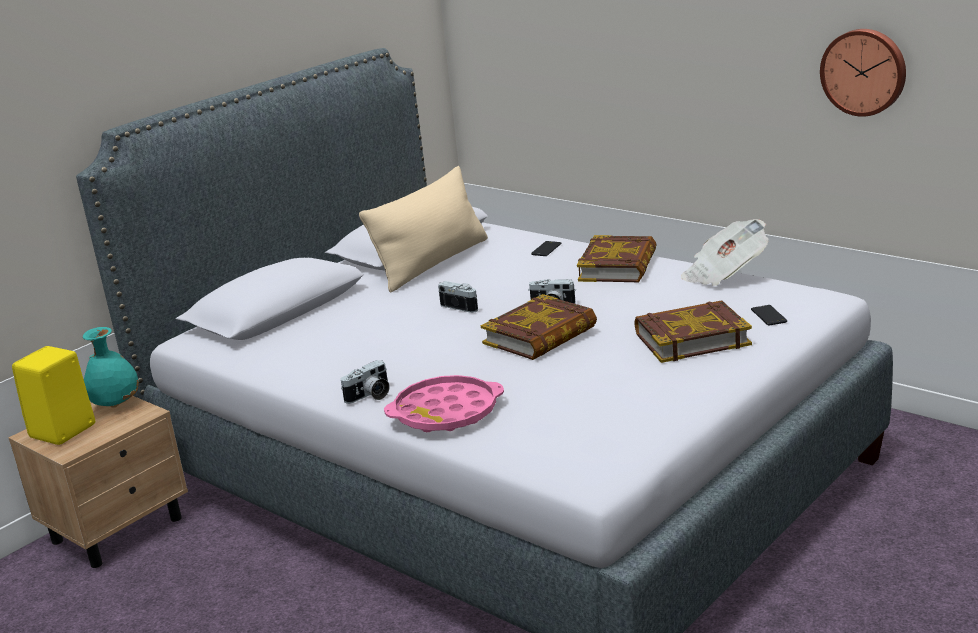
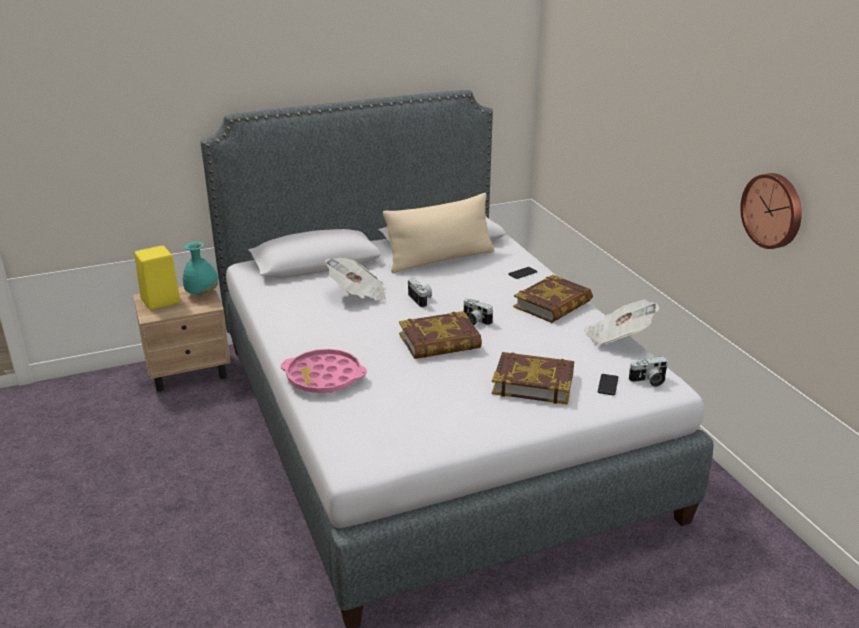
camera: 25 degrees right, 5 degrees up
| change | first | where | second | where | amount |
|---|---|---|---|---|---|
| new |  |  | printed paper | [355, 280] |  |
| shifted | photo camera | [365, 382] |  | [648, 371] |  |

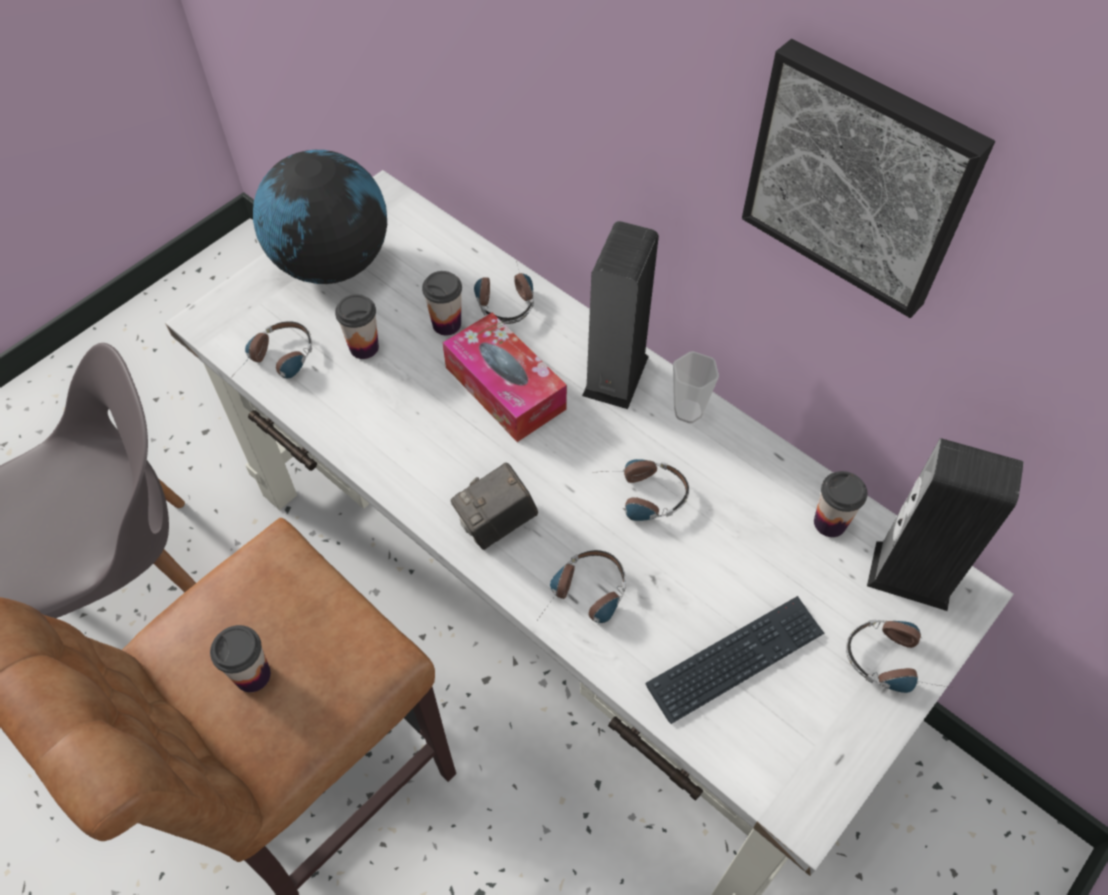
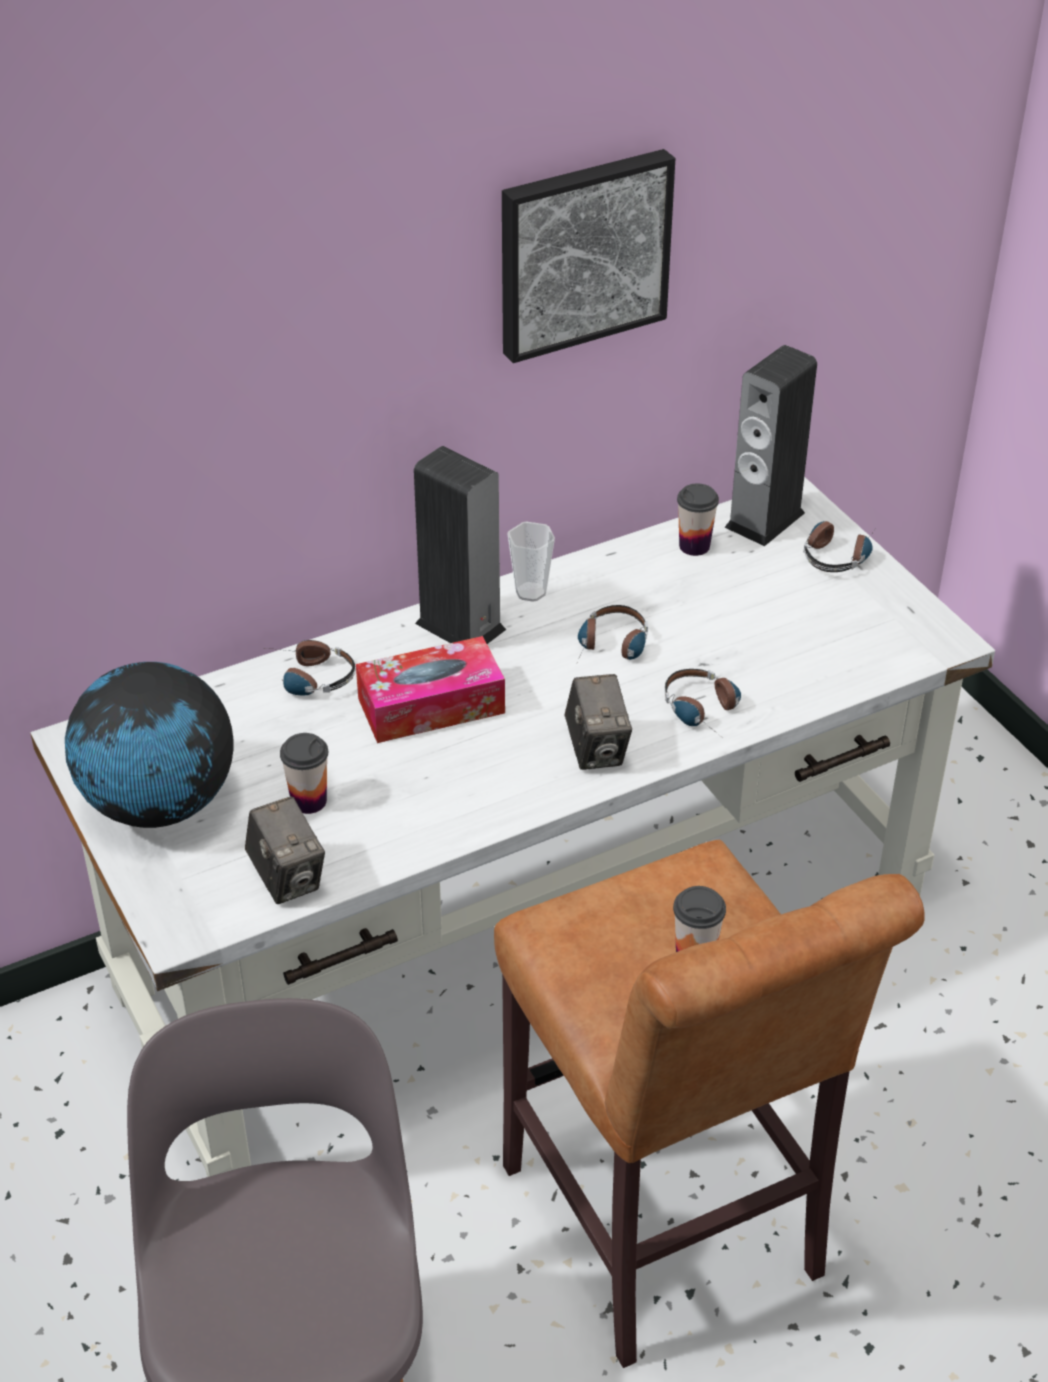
camera: 70 degrees left, 15 degrees down
| change | first | where | second | where | amount |
|---|---|---|---|---|---|
| swapped | headphones | [273, 349] | photo camera | [285, 850] |  |
| gone | drinking cup | [442, 303] |  |  |  |
| gone | computer keyboard | [735, 660] |  |  |  |

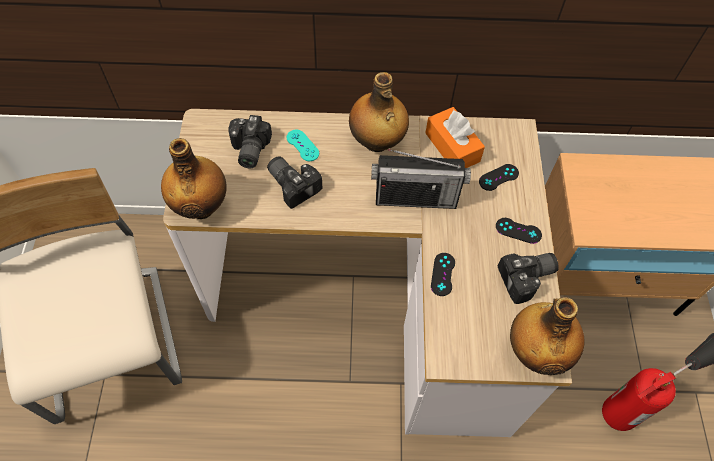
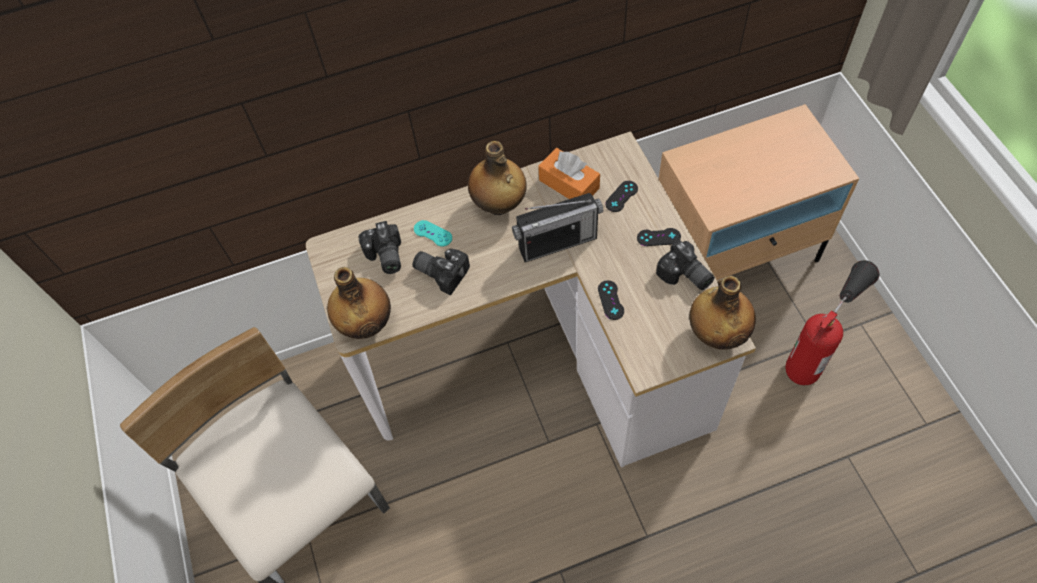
camera: 15 degrees left, 0 degrees up
| change | first | where | second | where | amount |
|---|---|---|---|---|---|
| rotated | photo camera | [528, 278] |  | [685, 265] | 90 degrees clockwise |

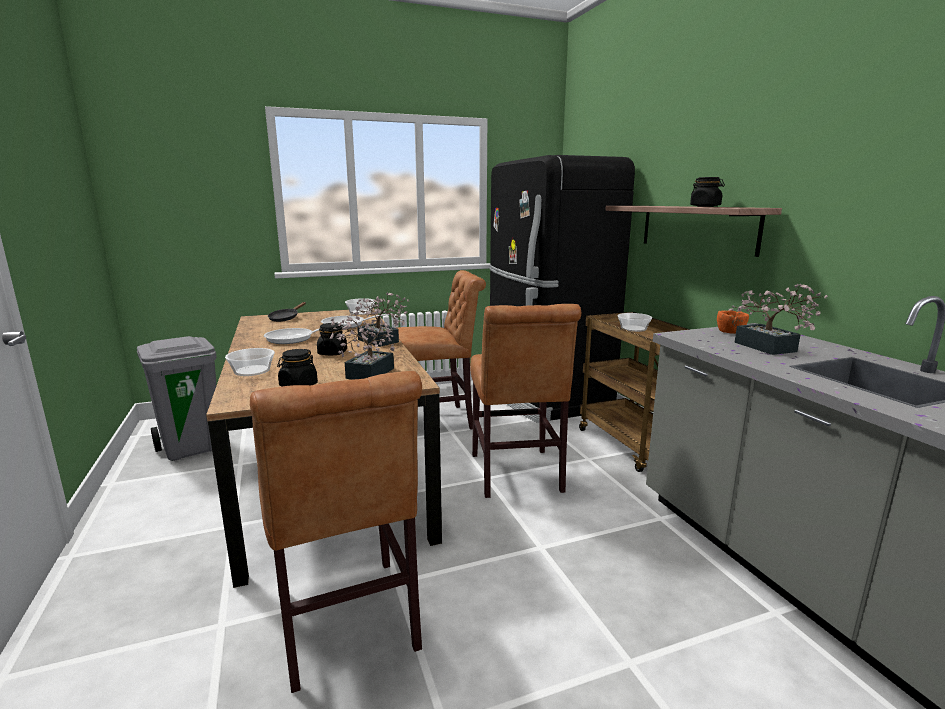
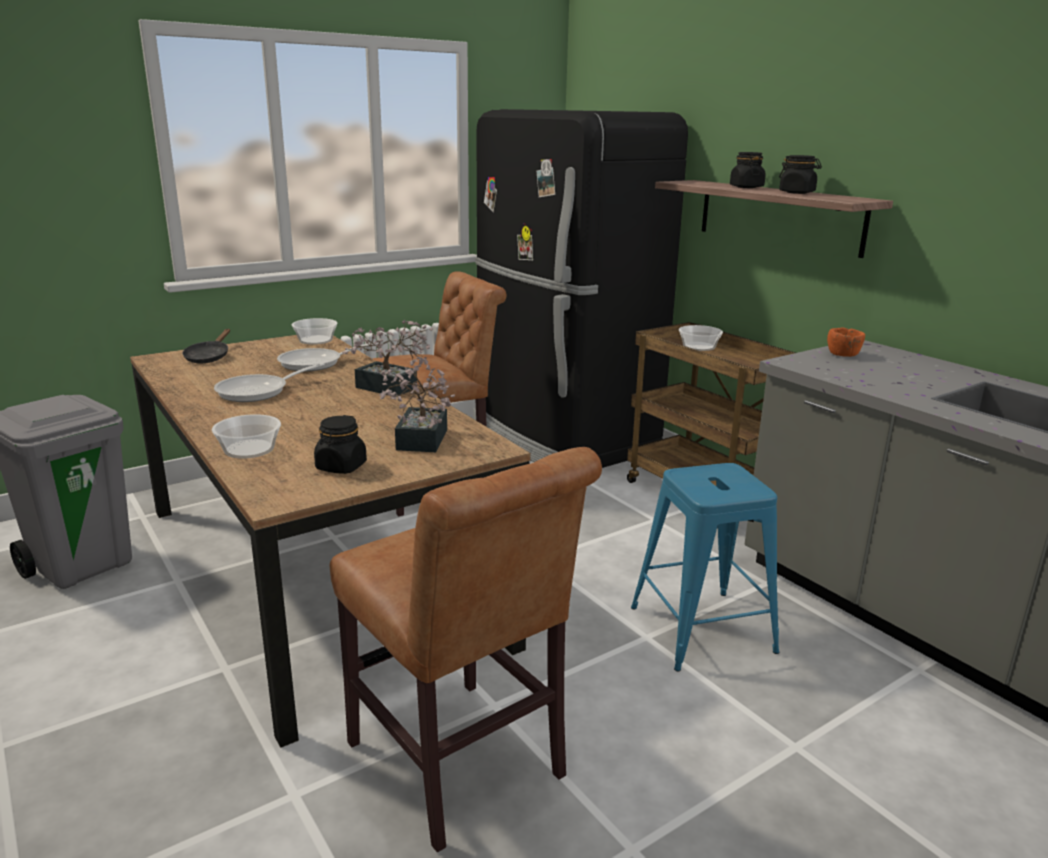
camera: 15 degrees left, 5 degrees up
| change | first | where | second | where | amount |
|---|---|---|---|---|---|
| new |  |  | blue stool | [705, 567] |  |
| shifted | blackish jar | [332, 339] |  | [748, 170] |  |
| gone | brown-coloured upright chair | [525, 401] |  |  |  |
| gone | plant in a pot | [778, 319] |  |  |  |

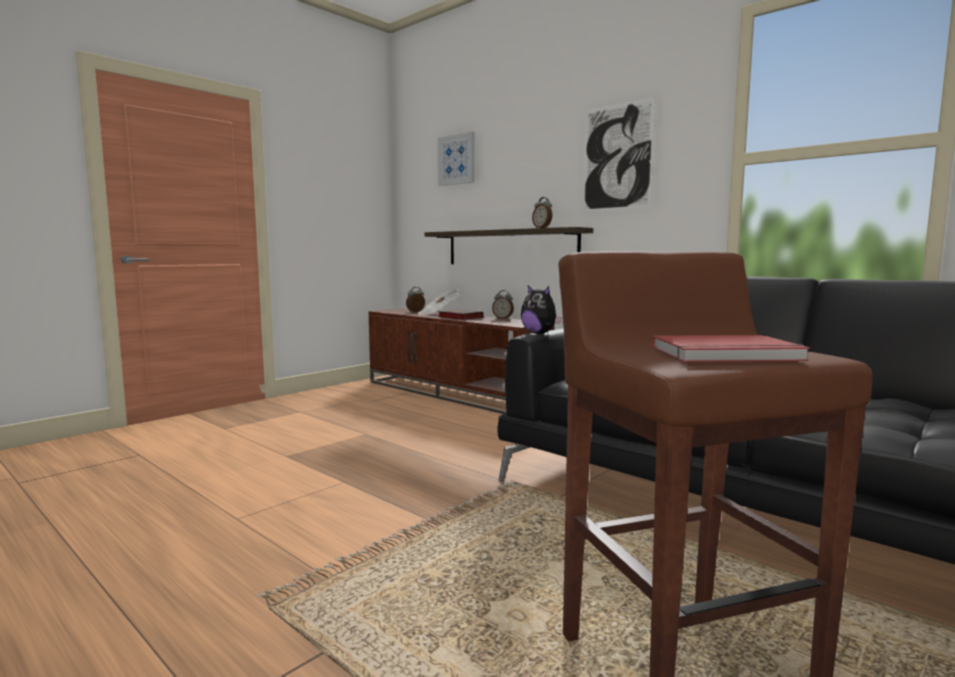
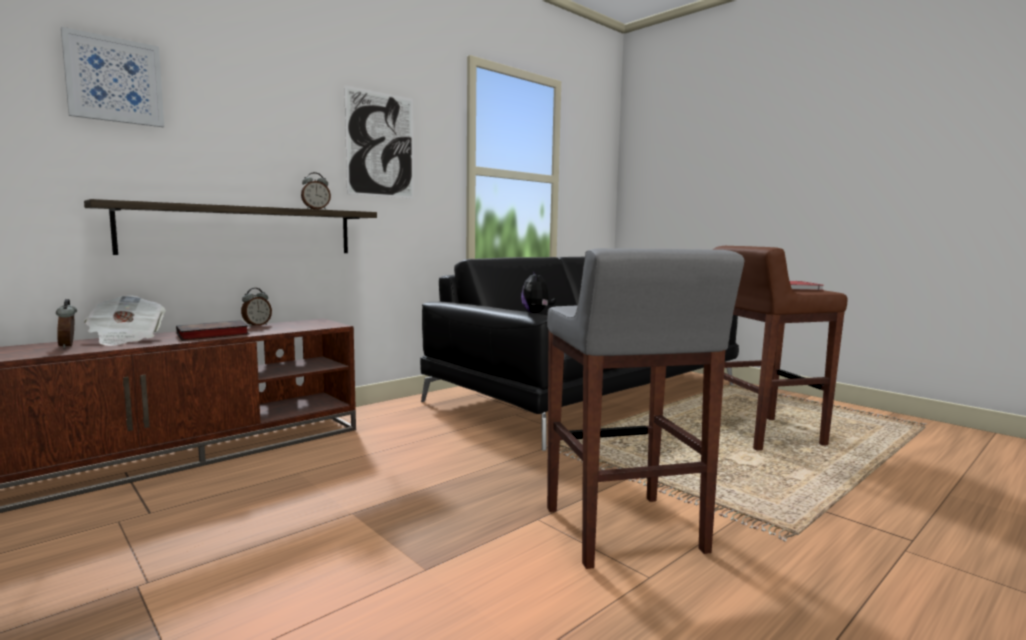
camera: 85 degrees left, 0 degrees up
| change | first | where | second | where | amount |
|---|---|---|---|---|---|
| rotated | soft toy | [542, 309] |  | [538, 292] | 120 degrees clockwise |
| new |  |  | gray stool | [645, 408] |  |

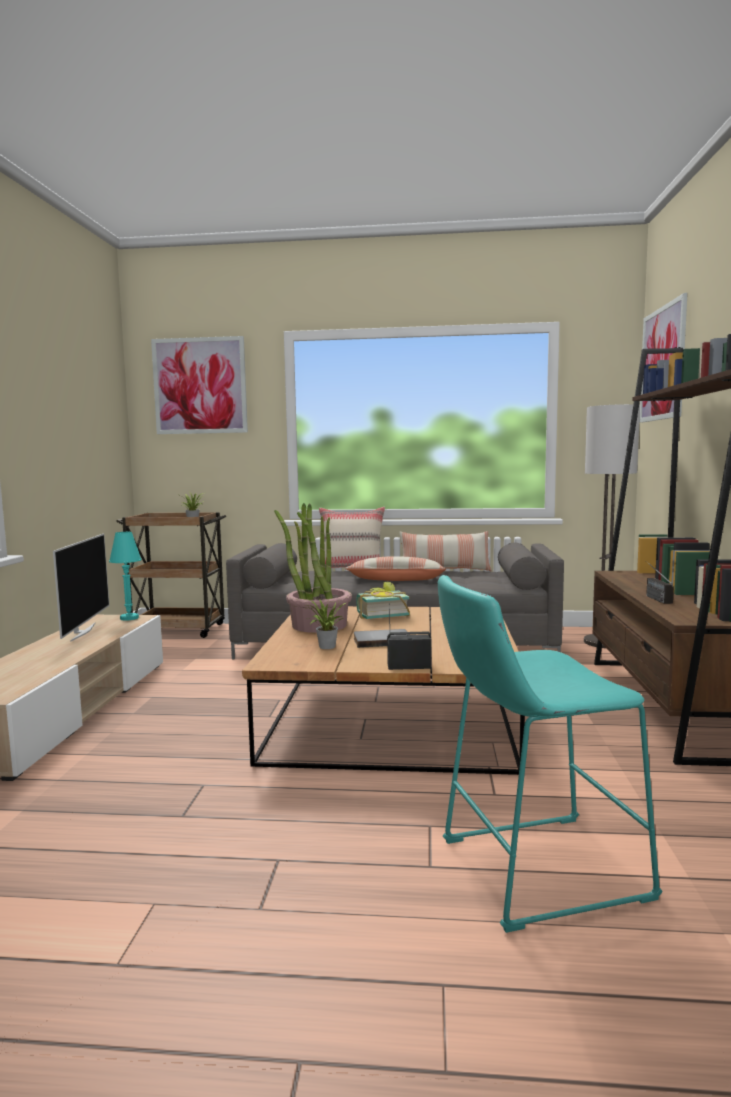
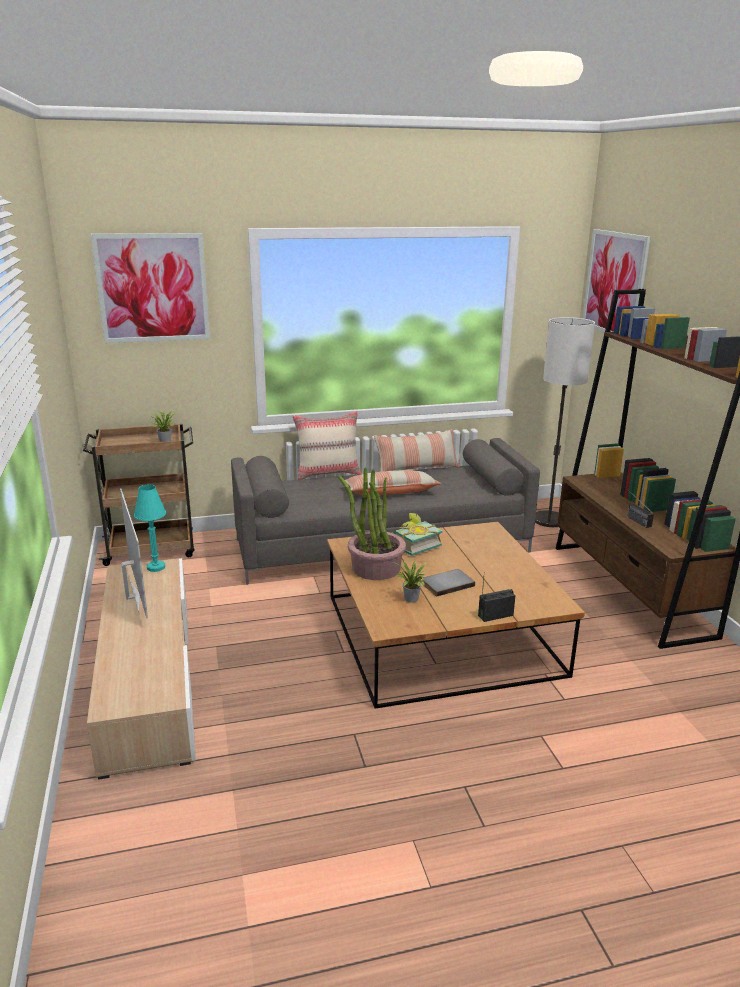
camera: 20 degrees left, 15 degrees up
| change | first | where | second | where | amount |
|---|---|---|---|---|---|
| gone | turquoise stool | [550, 754] |  |  |  |

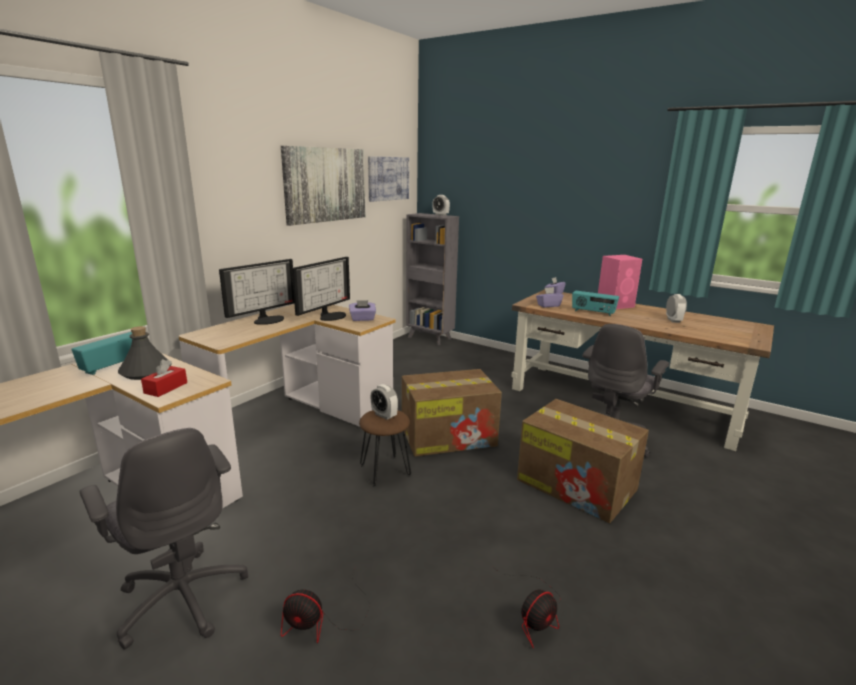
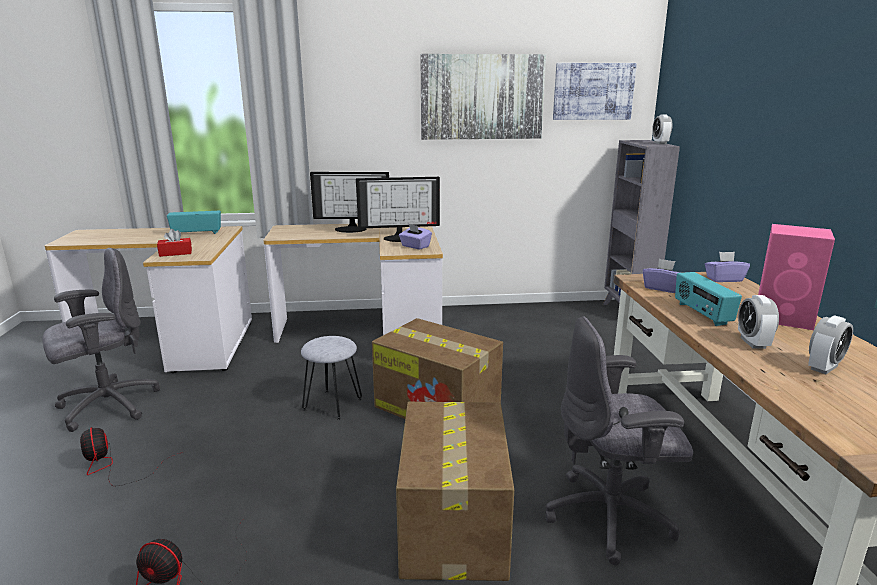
camera: 50 degrees right, 0 degrees up
| change | first | where | second | where | amount |
|---|---|---|---|---|---|
| rotated | gray desk chair | [164, 539] |  | [101, 340] | 135 degrees counterclockwise |
| repainted | brown-coloured stool | [385, 448] | gray stool | [331, 378] |  |
| shifted | table clock | [384, 402] |  | [758, 322] |  |
| gone | gray bottle | [145, 353] |  |  |  |

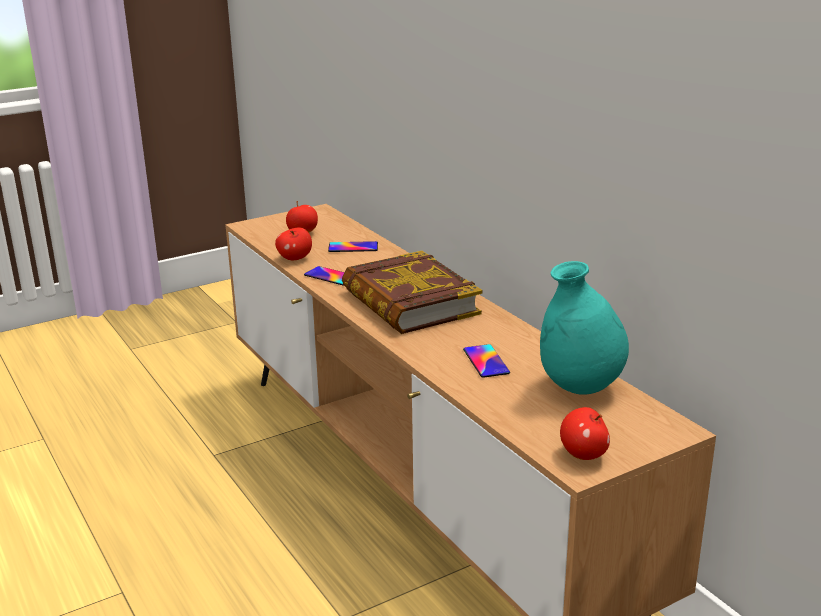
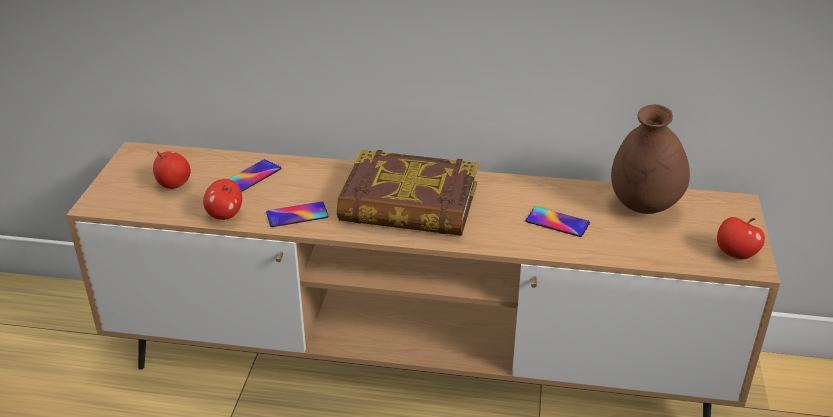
camera: 50 degrees left, 10 degrees up
| change | first | where | second | where | amount |
|---|---|---|---|---|---|
| repainted | turquoise vase | [584, 327] | brown-coloured vase | [650, 159] |  |

